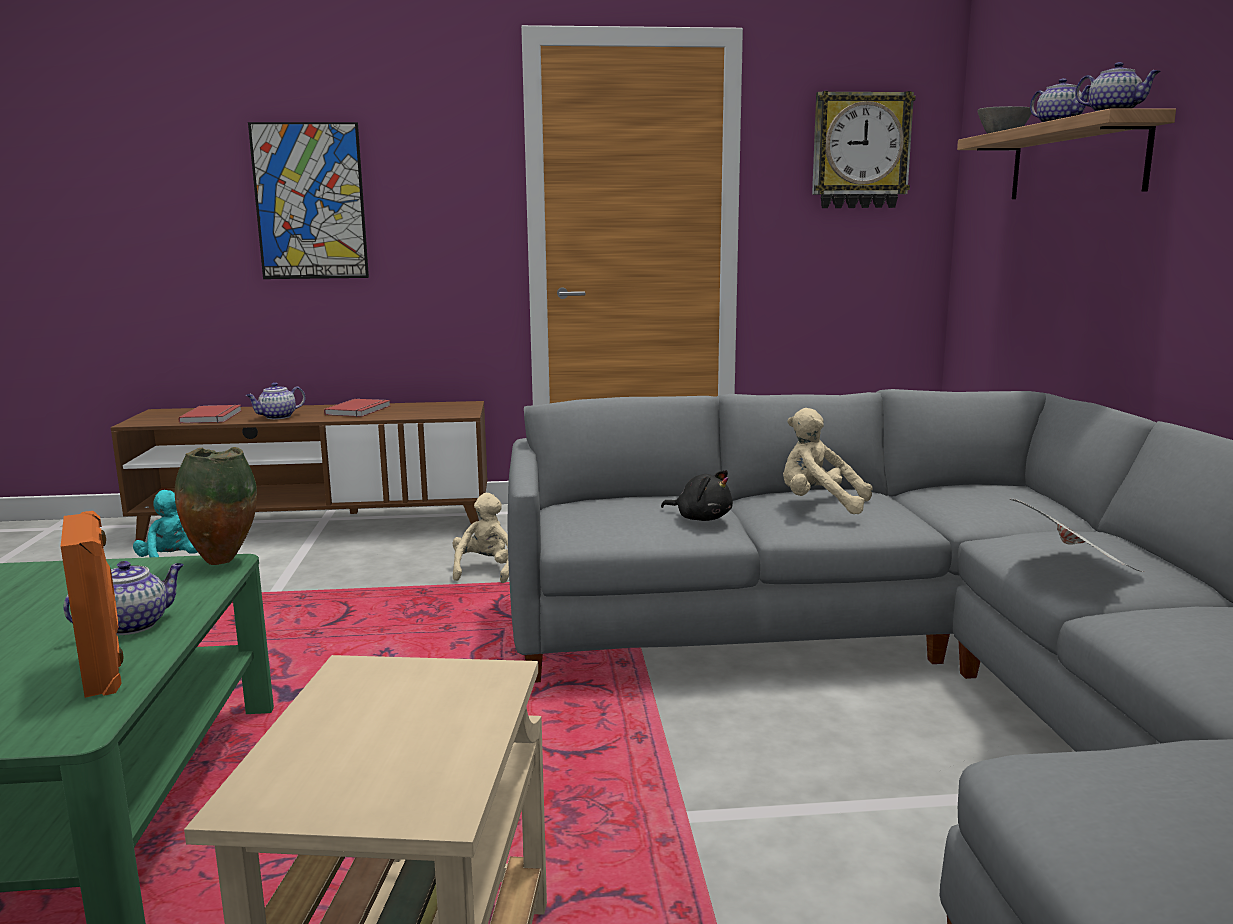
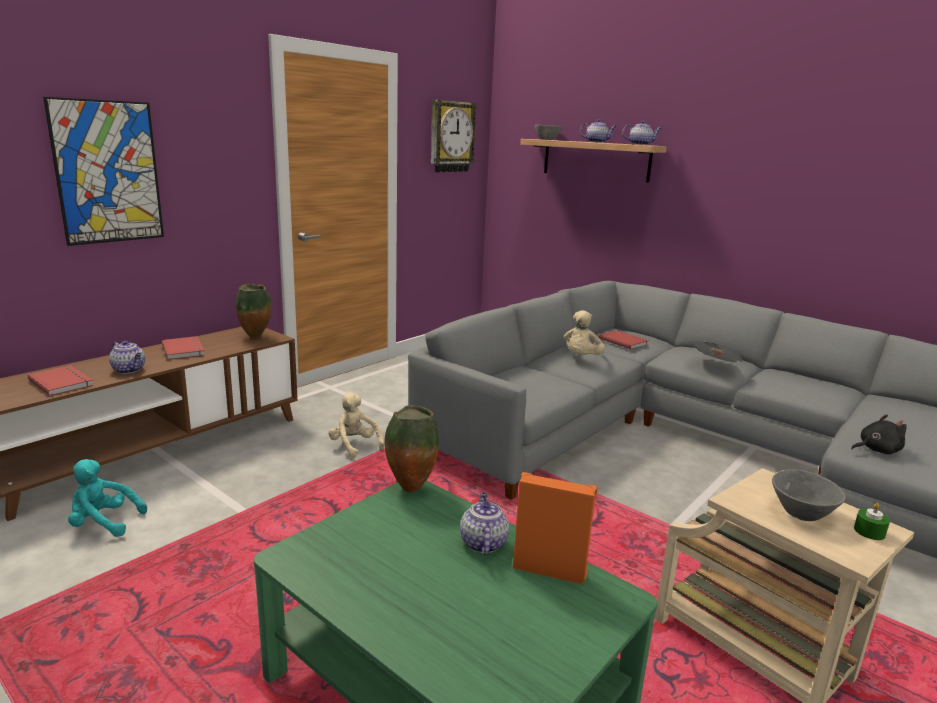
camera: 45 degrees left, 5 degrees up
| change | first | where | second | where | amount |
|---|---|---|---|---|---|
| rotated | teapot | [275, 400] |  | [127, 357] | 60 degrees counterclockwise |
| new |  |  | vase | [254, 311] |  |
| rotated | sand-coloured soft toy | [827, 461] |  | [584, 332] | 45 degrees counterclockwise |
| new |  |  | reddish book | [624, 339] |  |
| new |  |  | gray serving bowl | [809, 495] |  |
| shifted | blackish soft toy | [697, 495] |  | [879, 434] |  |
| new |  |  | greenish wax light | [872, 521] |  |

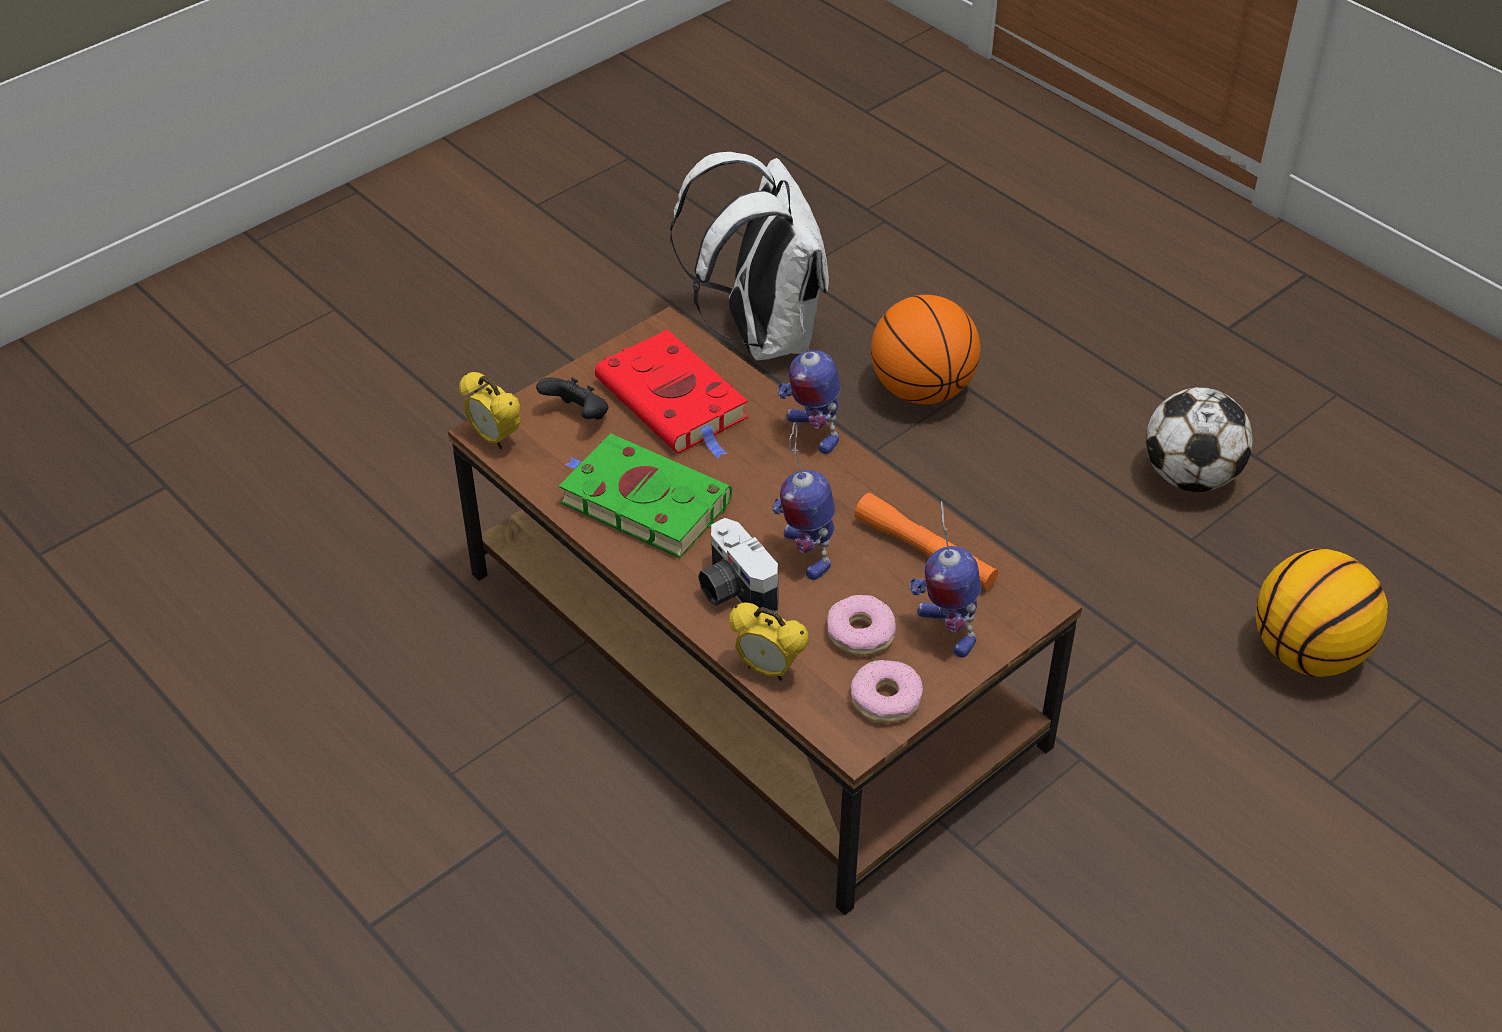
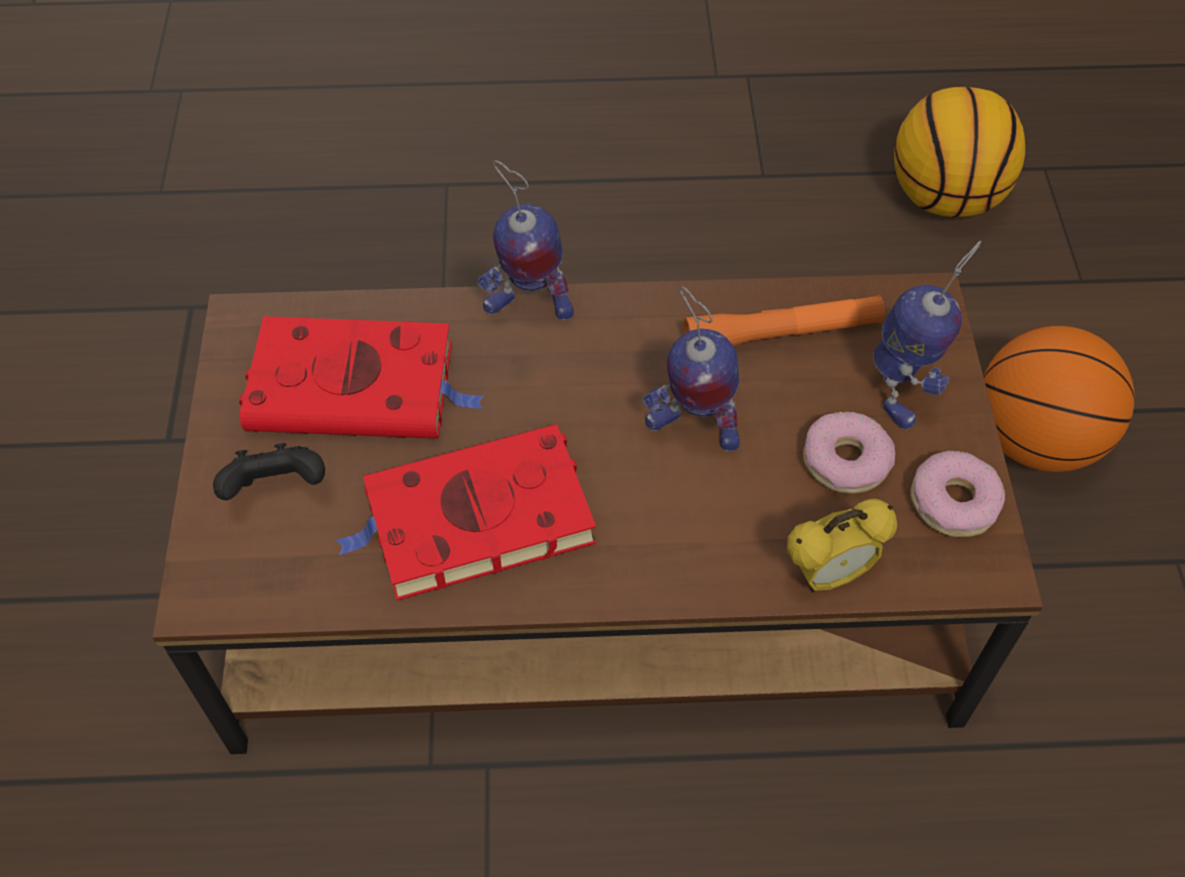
camera: 50 degrees left, 10 degrees up
| change | first | where | second | where | amount |
|---|---|---|---|---|---|
| repainted | greenish book | [645, 495] | reddish book | [466, 512] |  |
| rotated | model robot | [945, 579] |  | [927, 335] | 90 degrees counterclockwise |
| shifted | basketball | [926, 349] |  | [1059, 399] |  |
| gone | table clock | [490, 410] |  |  |  |
| gone | white-coloured backpack | [749, 256] |  |  |  |
| gone | photo camera | [738, 565] |  |  |  |
| gone | football ball | [1199, 439] |  |  |  |

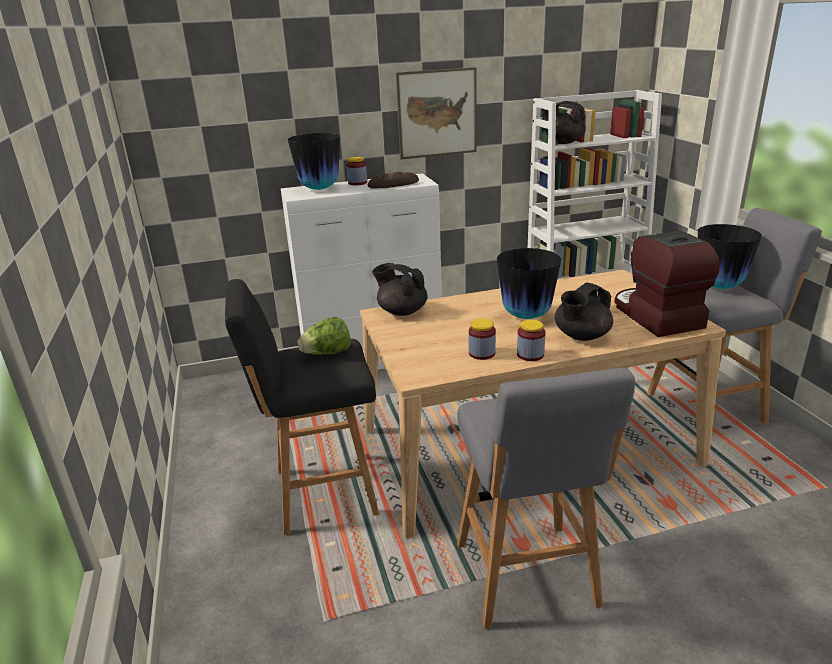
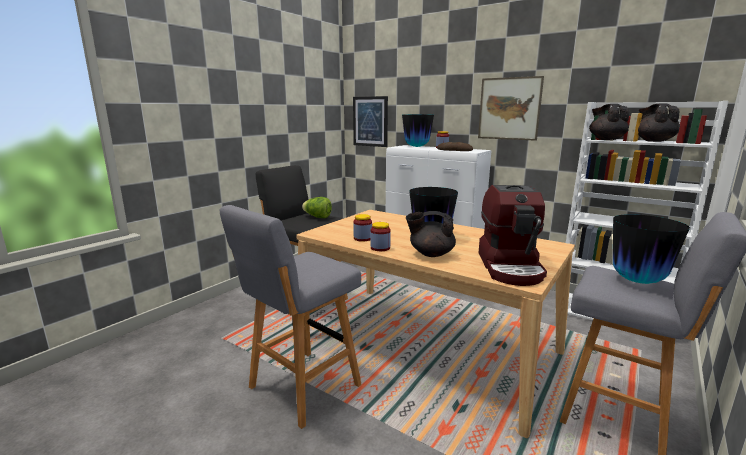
camera: 50 degrees right, 10 degrees down
| change | first | where | second | where | amount |
|---|---|---|---|---|---|
| new |  |  | wall art | [370, 121] |  |
| rotated | coffee machine | [667, 284] |  | [513, 235] | 150 degrees clockwise |
| shifted | blackish teapot | [399, 289] |  | [659, 122] |  |

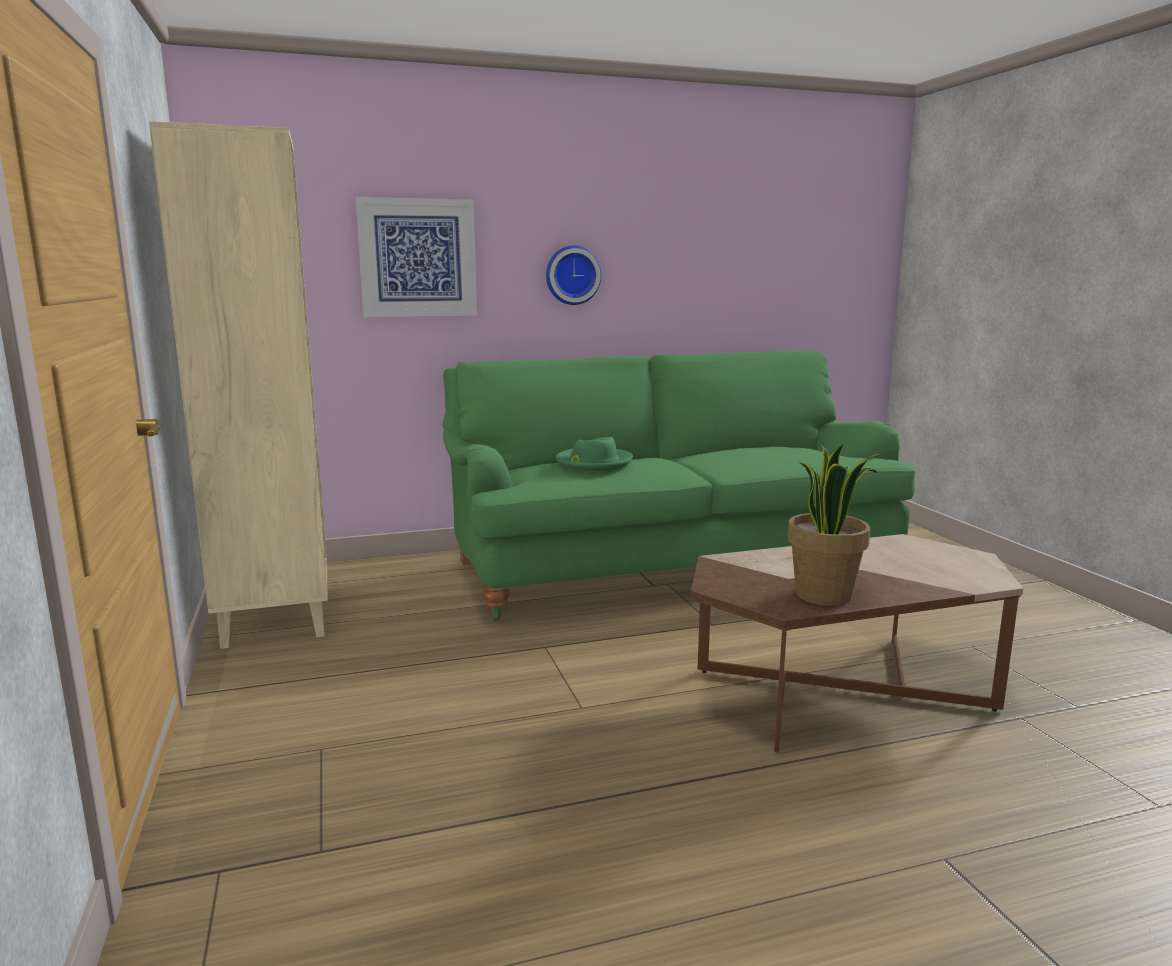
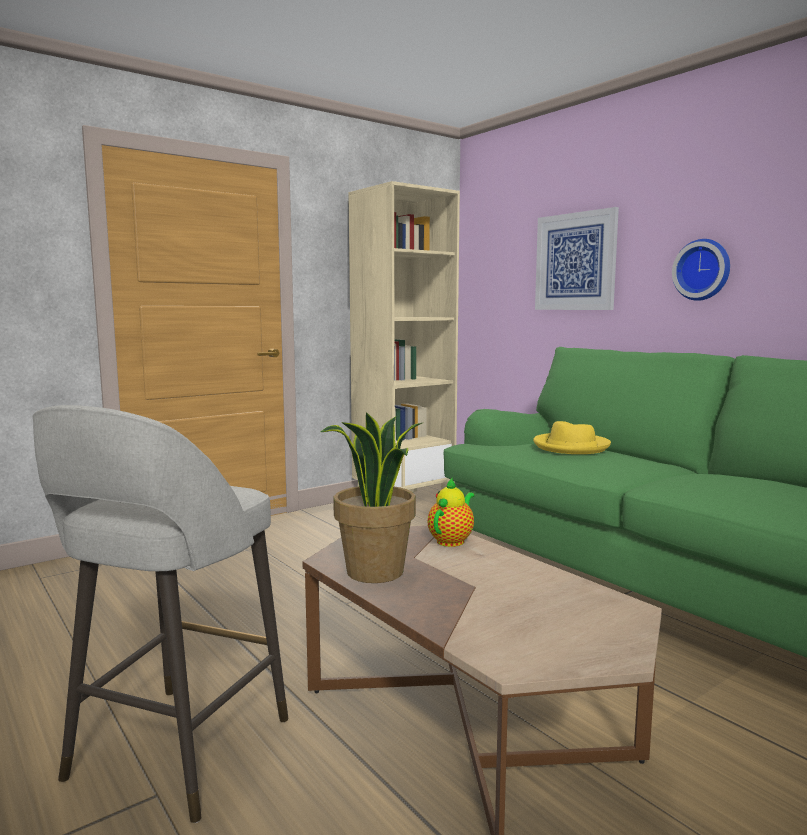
camera: 70 degrees right, 5 degrees down
| change | first | where | second | where | amount |
|---|---|---|---|---|---|
| new |  |  | gray stool | [160, 614] |  |
| new |  |  | teapot | [451, 512] |  |
| repainted | greenish wearable hat | [594, 454] | yellowish wearable hat | [572, 437] |  |

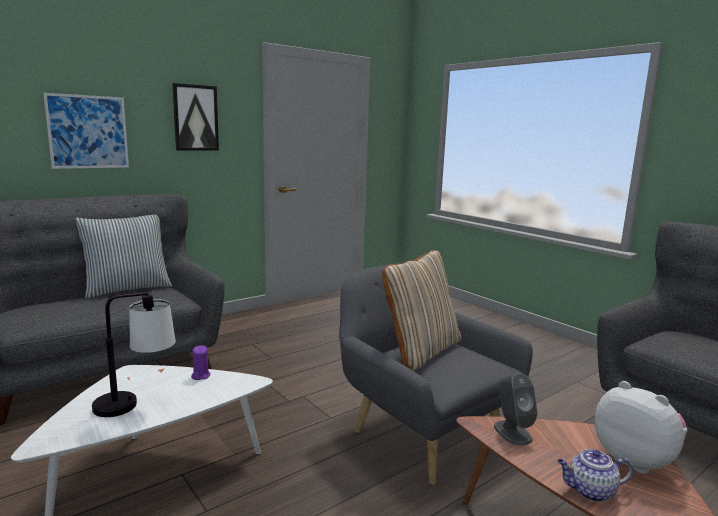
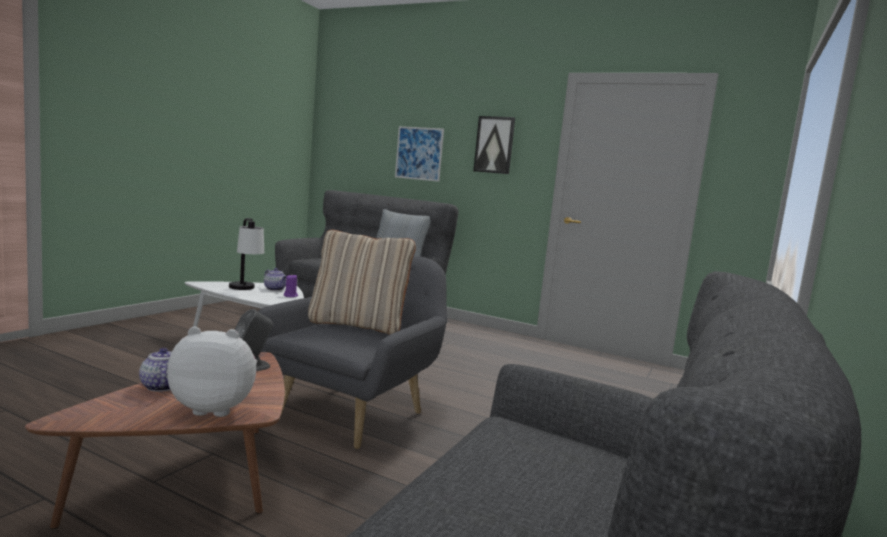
camera: 65 degrees right, 5 degrees down
| change | first | where | second | where | amount |
|---|---|---|---|---|---|
| rotated | soft toy | [641, 427] |  | [212, 372] | 120 degrees counterclockwise |
| new |  |  | teapot | [275, 279] |  |

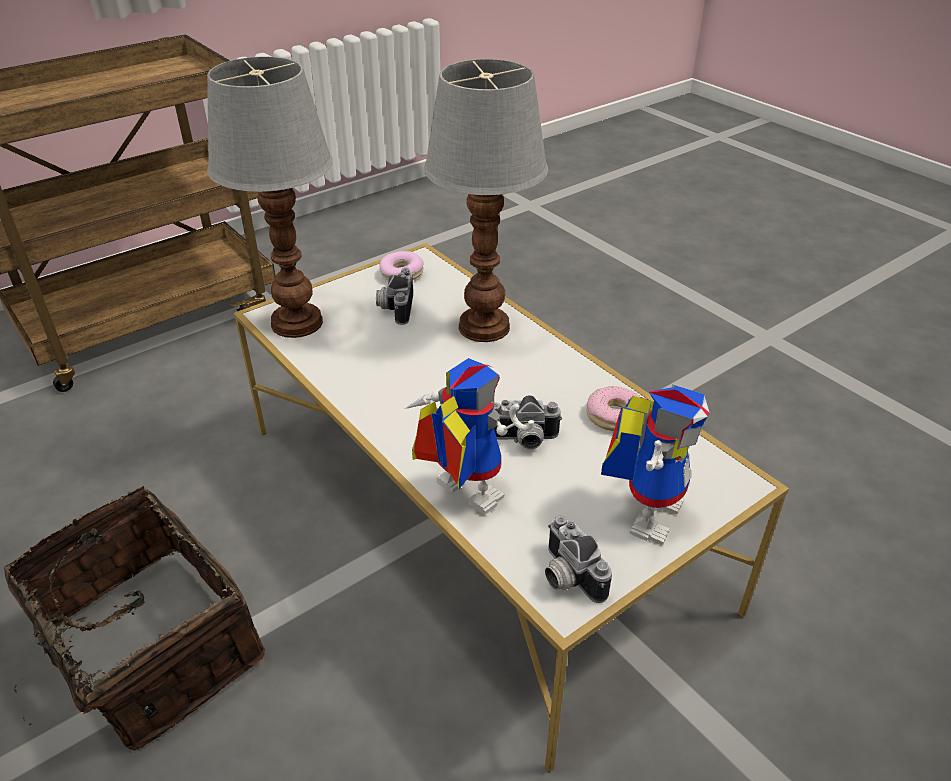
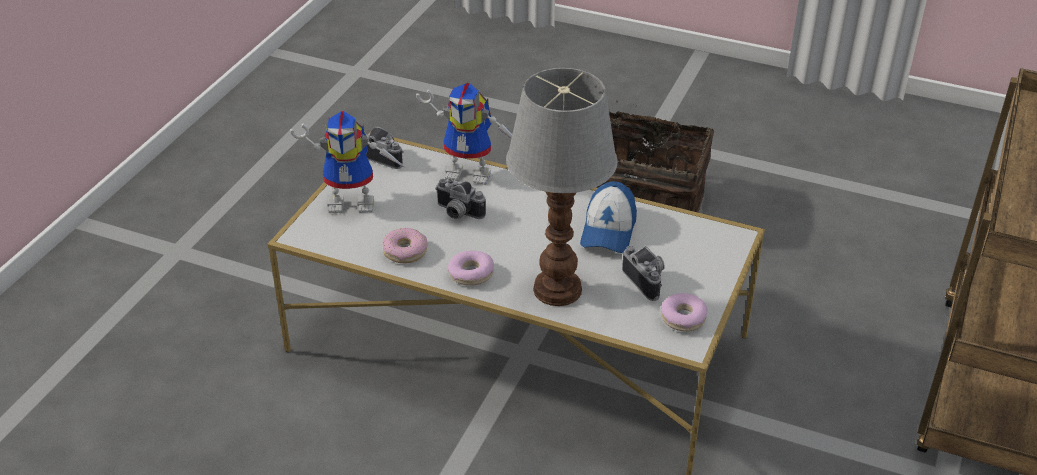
camera: 150 degrees right, 0 degrees up
| change | first | where | second | where | amount |
|---|---|---|---|---|---|
| rotated | model robot | [655, 464] |  | [348, 162] | 90 degrees counterclockwise |
| rotated | photo camera | [528, 422] |  | [460, 199] | 120 degrees counterclockwise |
| new |  |  | doughnut | [471, 268] |  |
| new |  |  | cap | [608, 217] |  |
| gone | table lamp | [270, 197] |  |  |  |

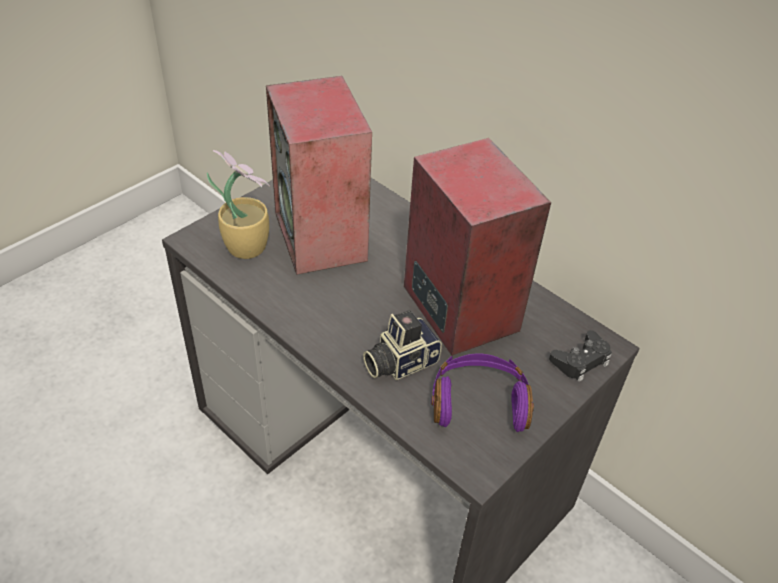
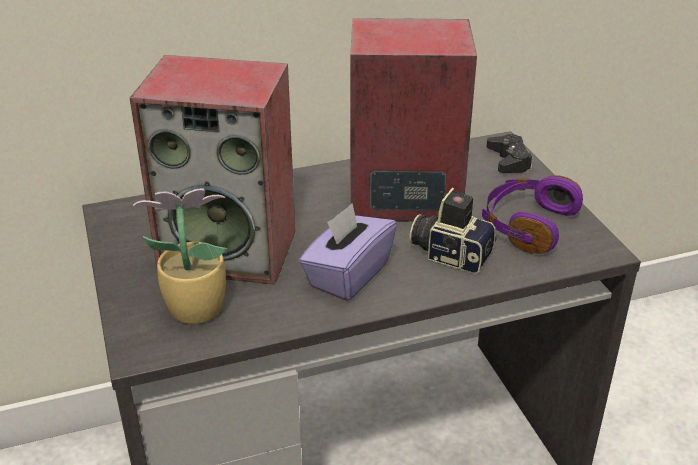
camera: 60 degrees left, 10 degrees down
| change | first | where | second | where | amount |
|---|---|---|---|---|---|
| new |  |  | purple-coloured tissue box | [348, 252] |  |
| rotated | photo camera | [402, 345] |  | [453, 231] | 120 degrees clockwise |

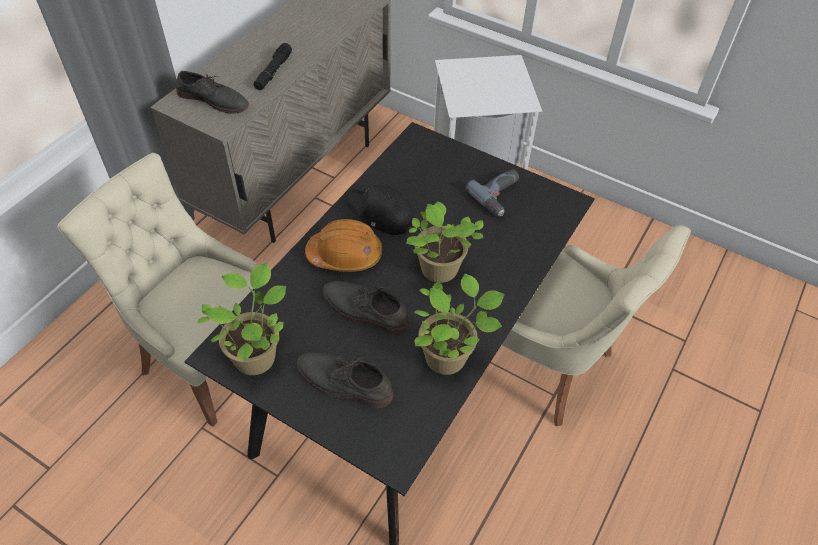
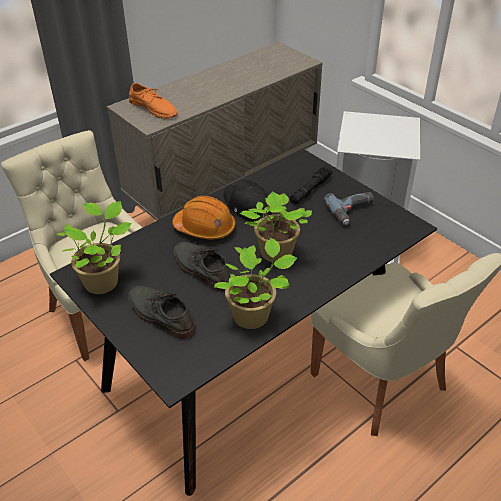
camera: 20 degrees right, 10 degrees down
| change | first | where | second | where | amount |
|---|---|---|---|---|---|
| repainted | gray shoe | [212, 92] | orangey shoe | [153, 101] |  |
| shifted | blackish torch | [273, 66] |  | [311, 185] |  |

